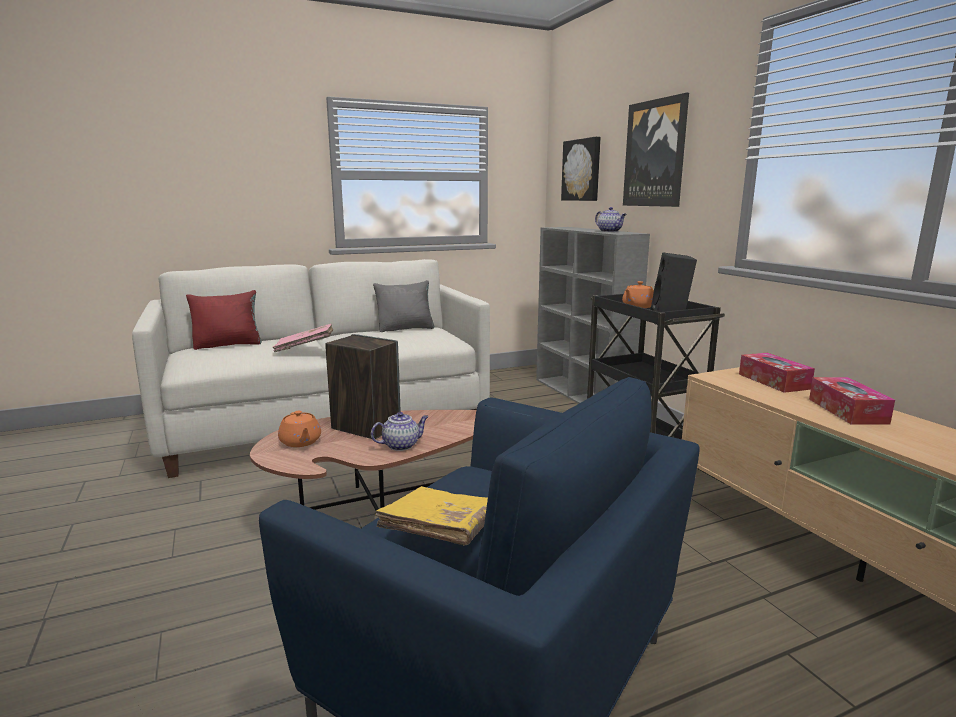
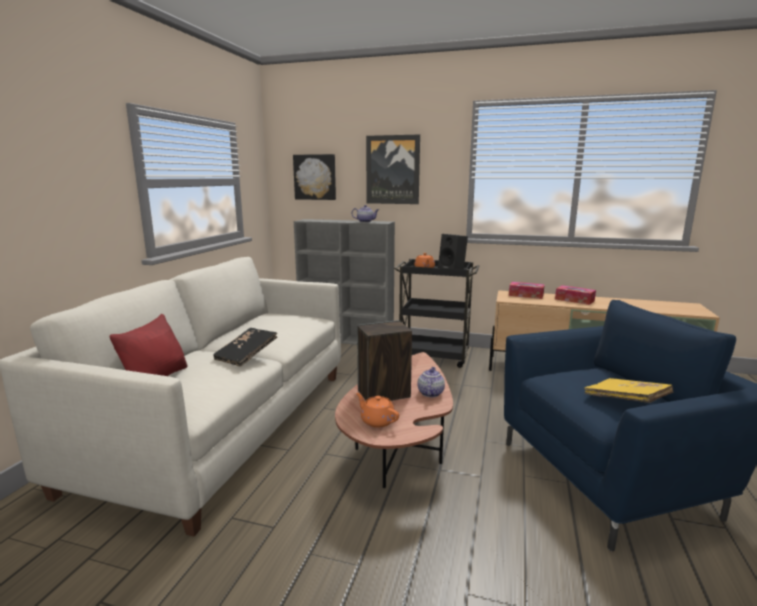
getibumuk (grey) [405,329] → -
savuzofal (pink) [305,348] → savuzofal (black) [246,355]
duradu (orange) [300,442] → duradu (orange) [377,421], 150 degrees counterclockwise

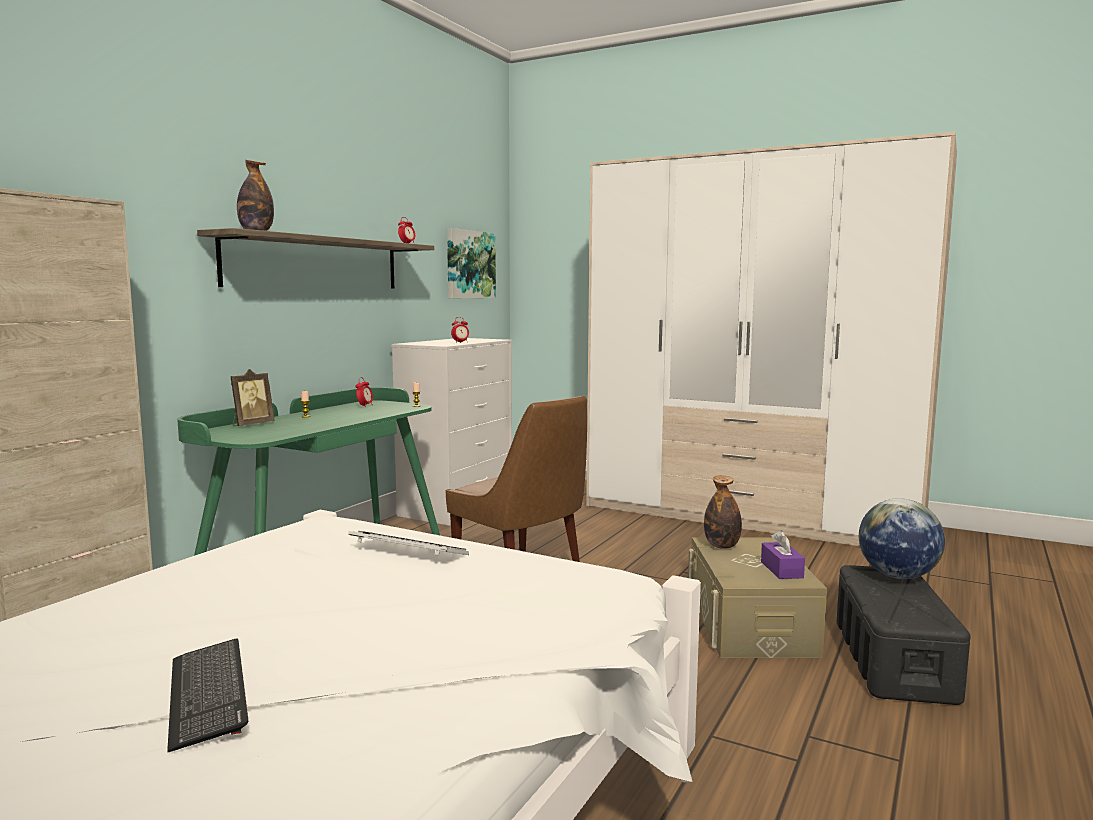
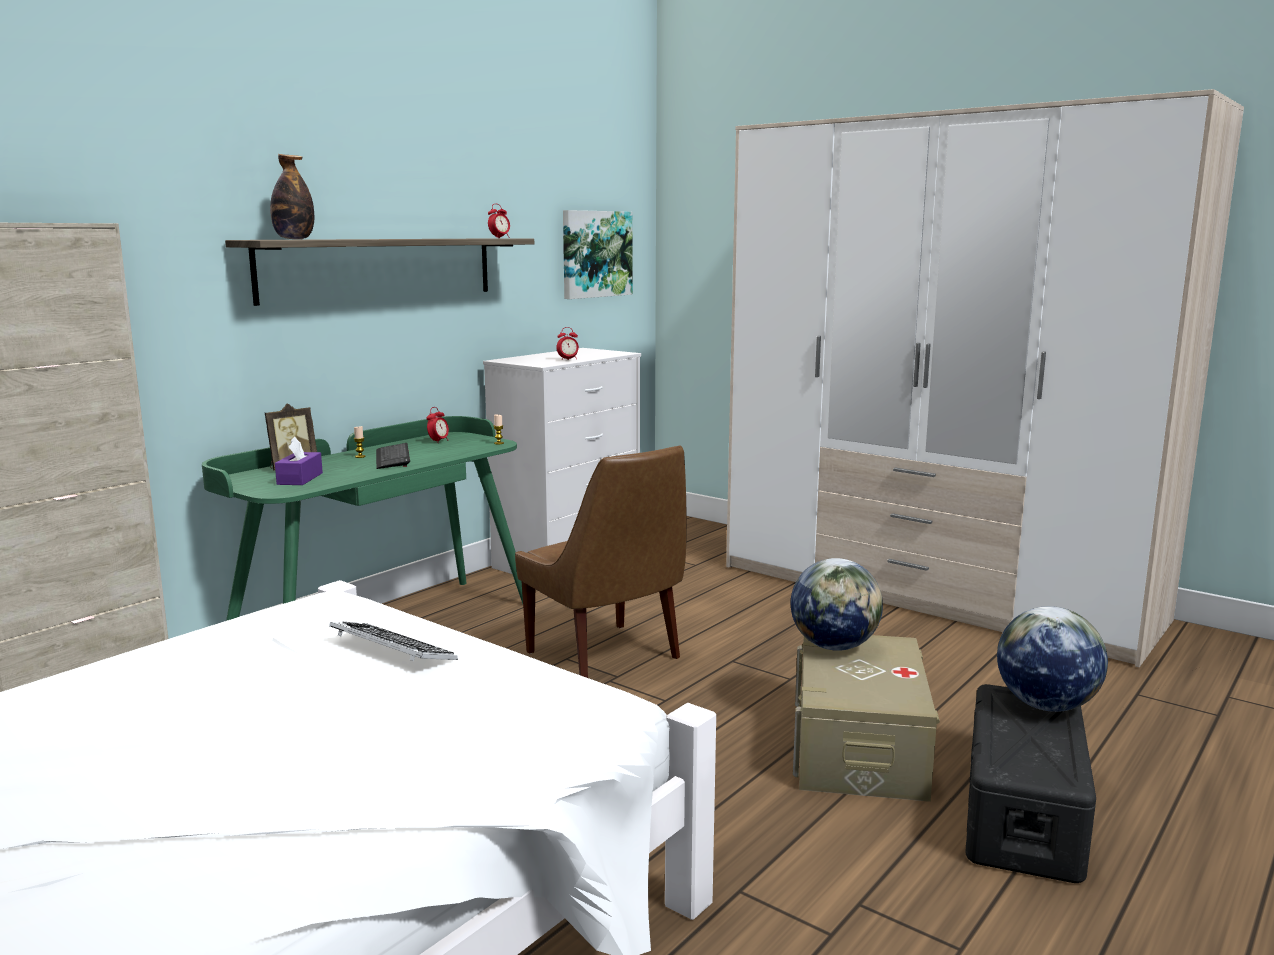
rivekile [722,546] → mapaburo [834,646]
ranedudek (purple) [781,570] → ranedudek (purple) [300,479], moved
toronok [207,694] → toronok [392,458], moved

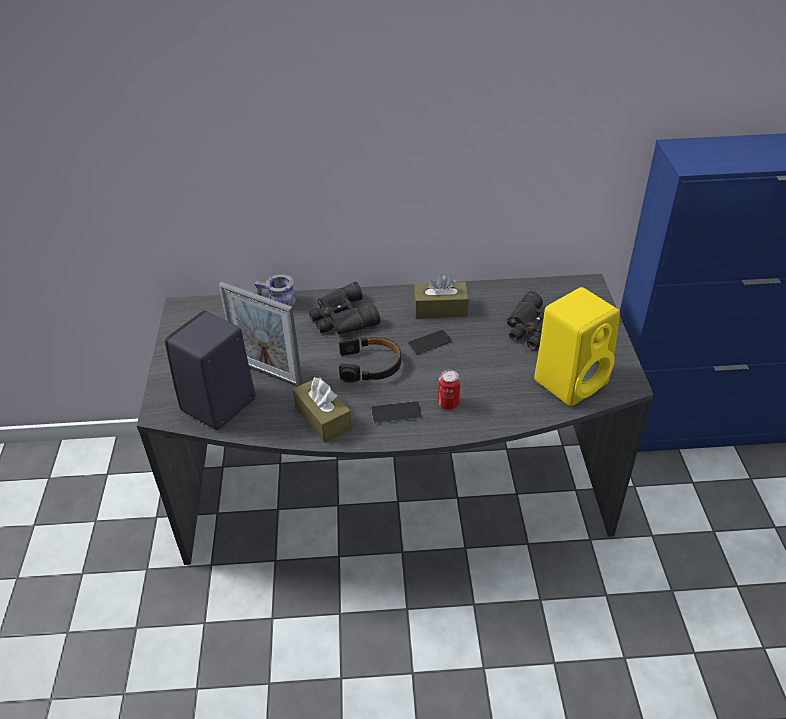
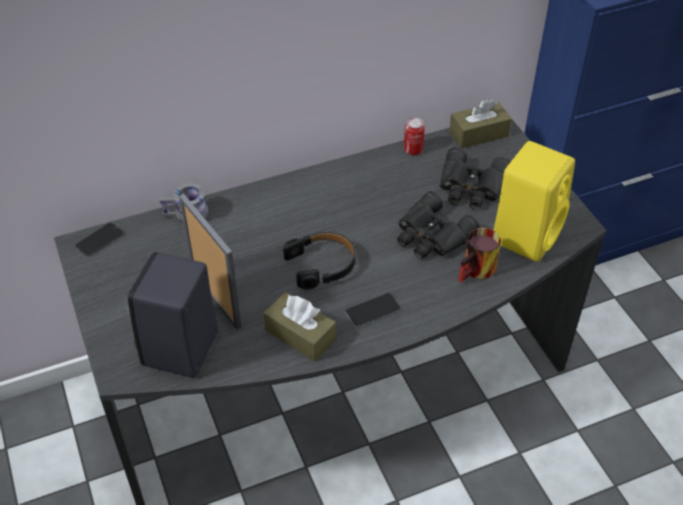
ranedudek (brown) [440,309] → ranedudek (brown) [478,134], moved
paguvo [267,373] → paguvo [216,299], 135 degrees counterclockwise
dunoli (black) [341,318] → dunoli (black) [431,236], moved
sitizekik [429,343] → sitizekik [99,240], moved
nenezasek [448,403] → nenezasek [413,150], moved
- → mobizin [478,271]

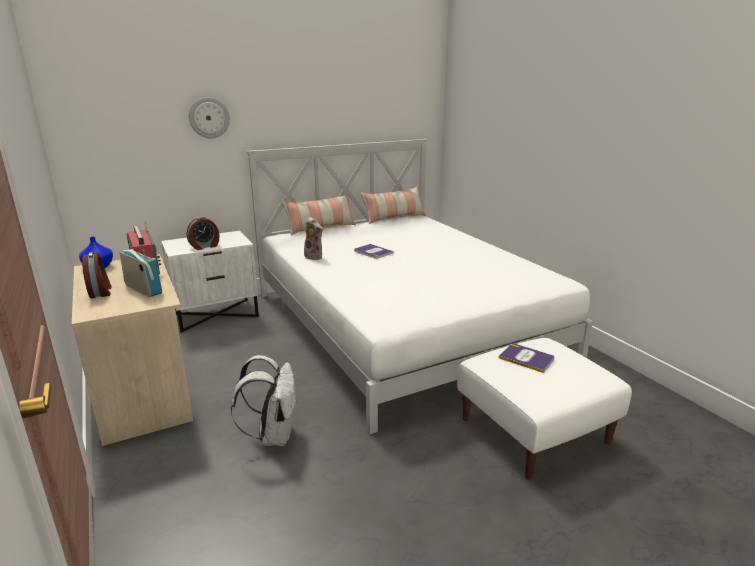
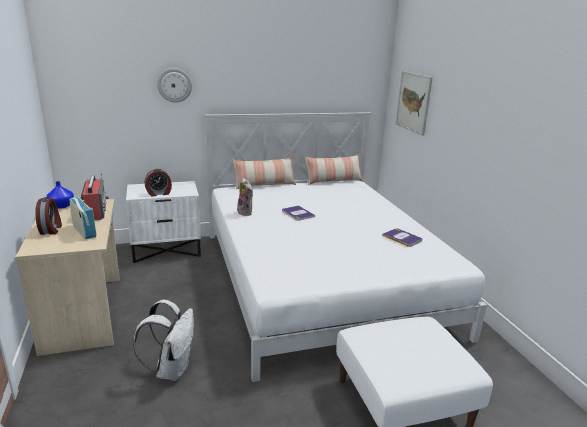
savuzofal [526,358] → savuzofal [402,238], moved
- → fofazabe [413,102]

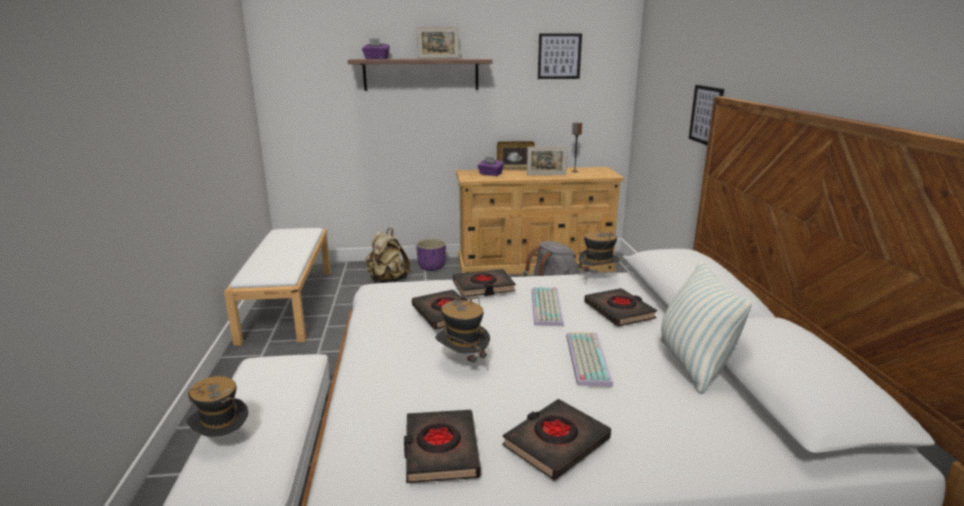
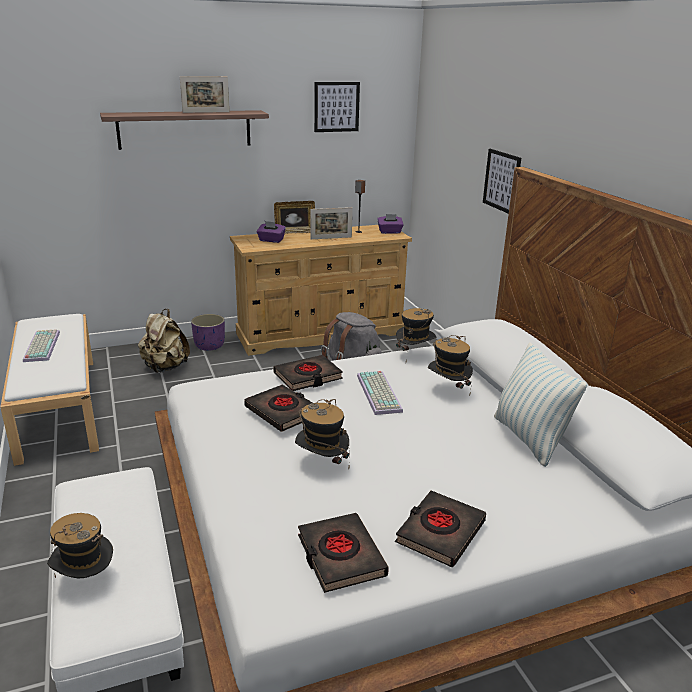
ranedudek (purple) [376,59] → ranedudek (purple) [389,232], moved
savuzofal (black) [619,311] → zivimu [447,390]
toronok [585,358] → toronok [41,346], moved

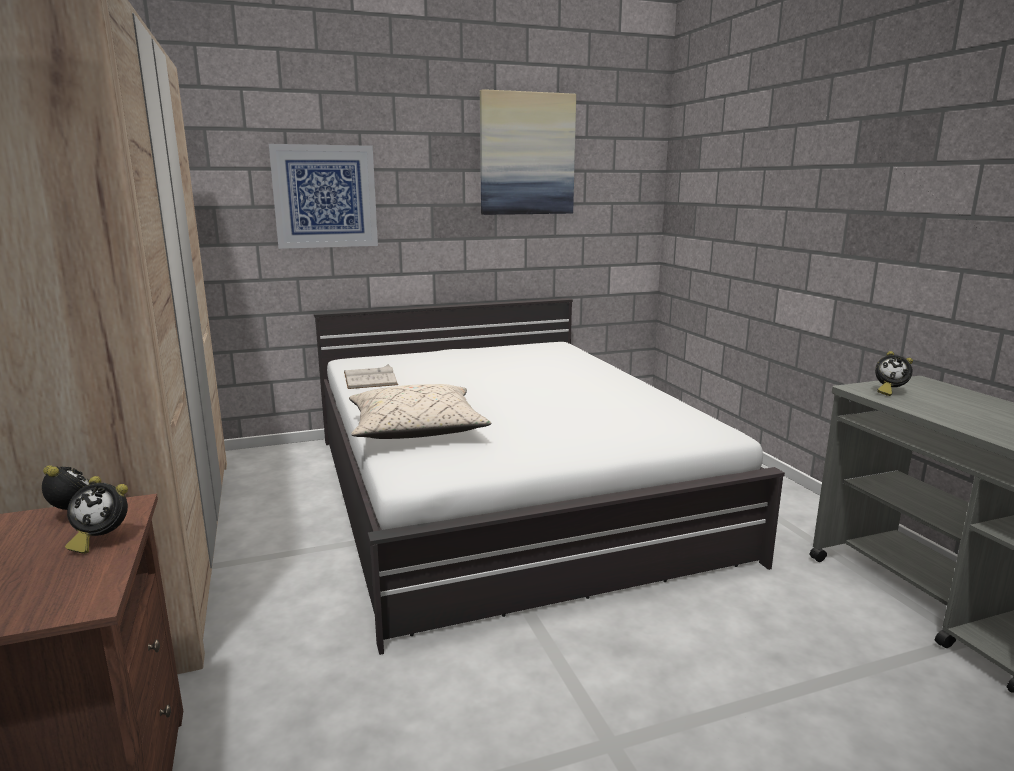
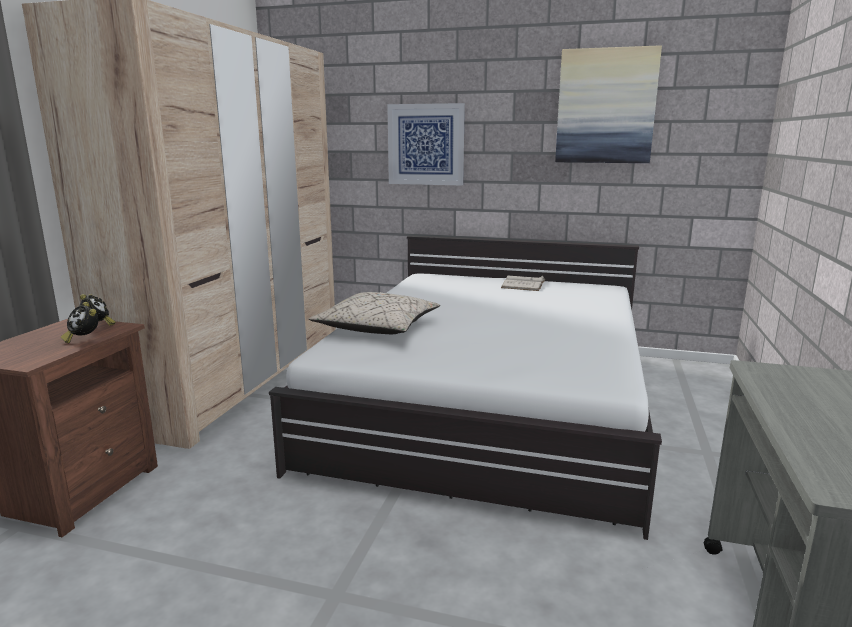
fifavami [888,391] → -
savuzofal (white) [370,378] → savuzofal (white) [523,284], moved

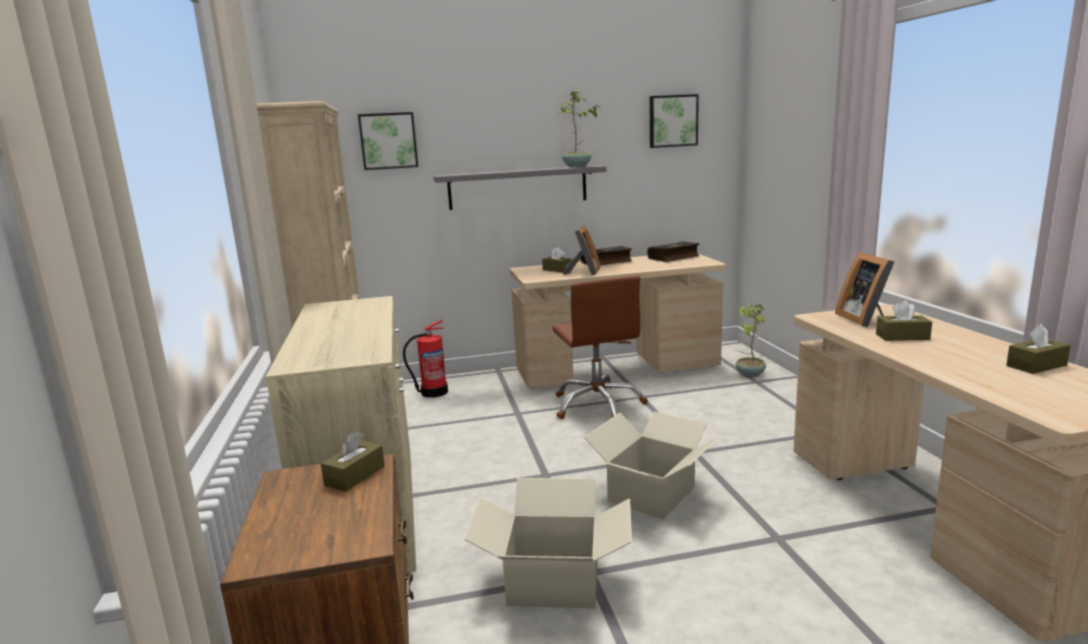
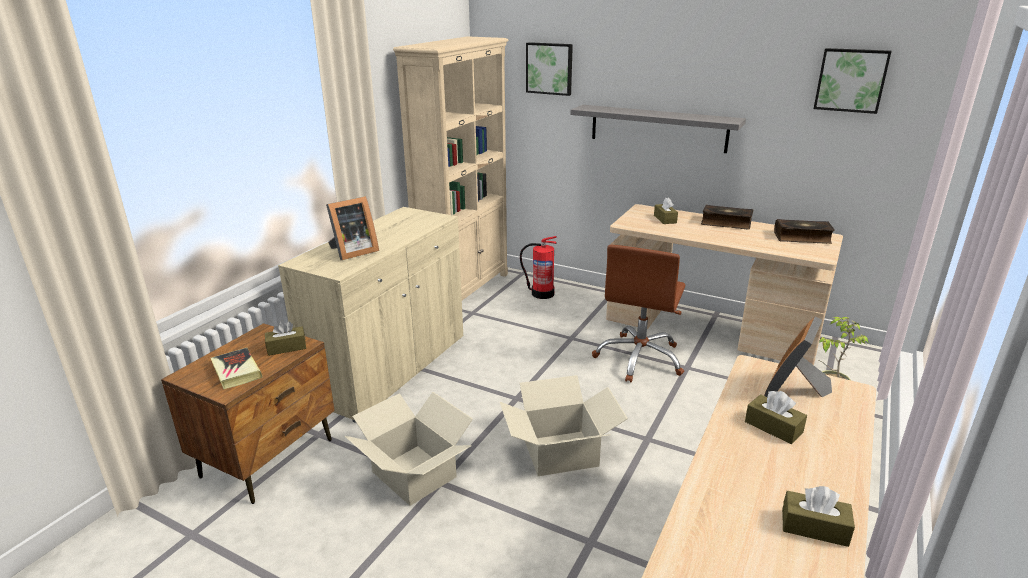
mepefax [577,166] → -
paguvo [584,272] → paguvo [352,252], moved
- → savuzofal [236,372]

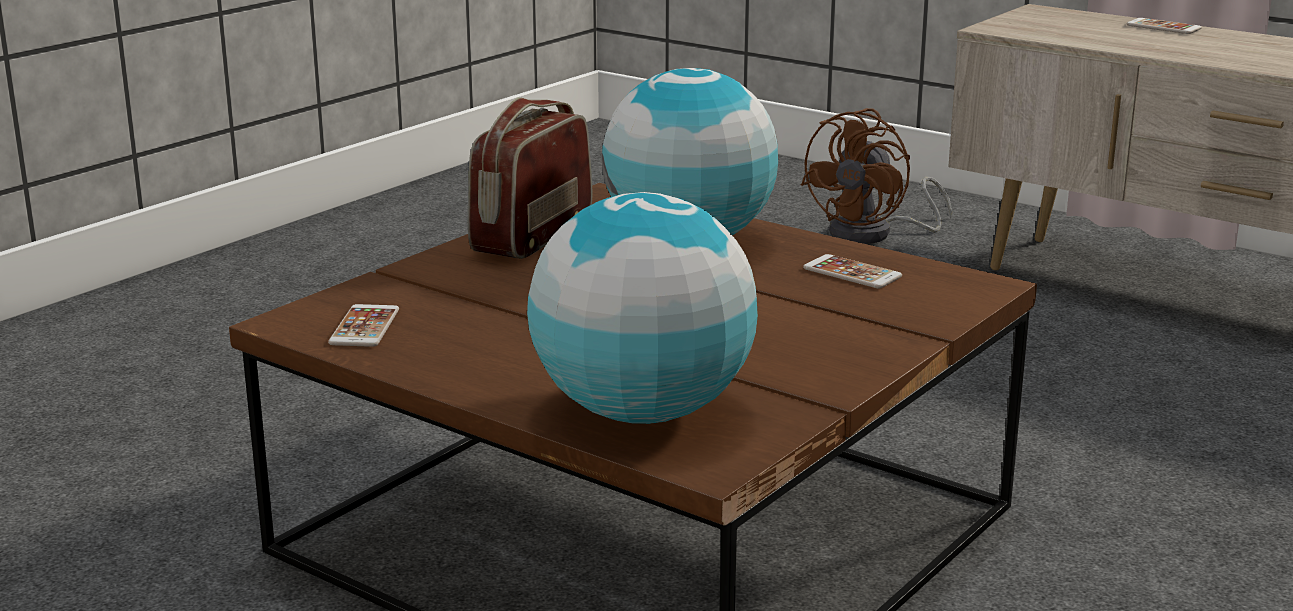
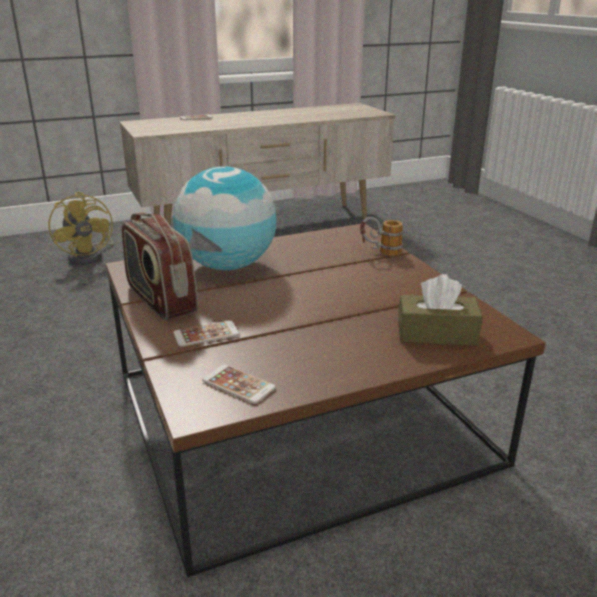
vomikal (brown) [873,234] → vomikal (yellow) [90,256]
mapaburo [642,412] → ranedudek (brown) [436,334]
sitizekik [852,273] → sitizekik [206,334], moved
- → mobizin [380,252]

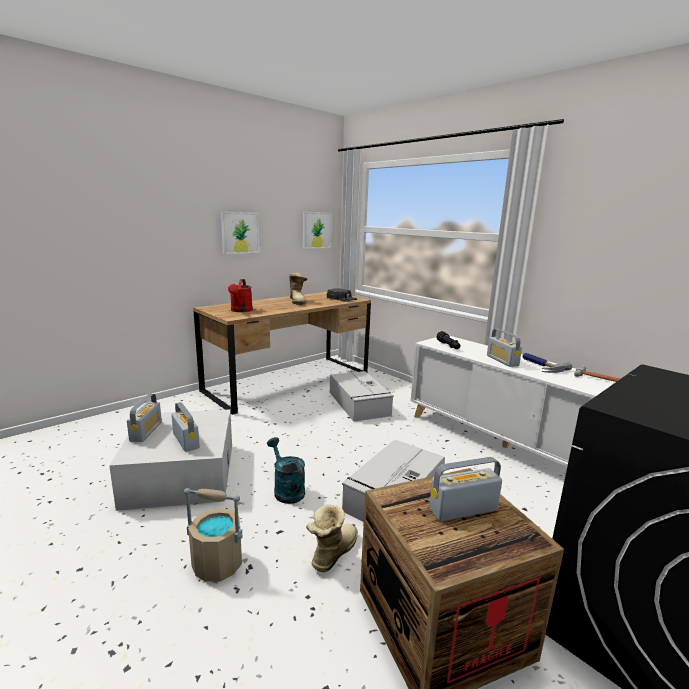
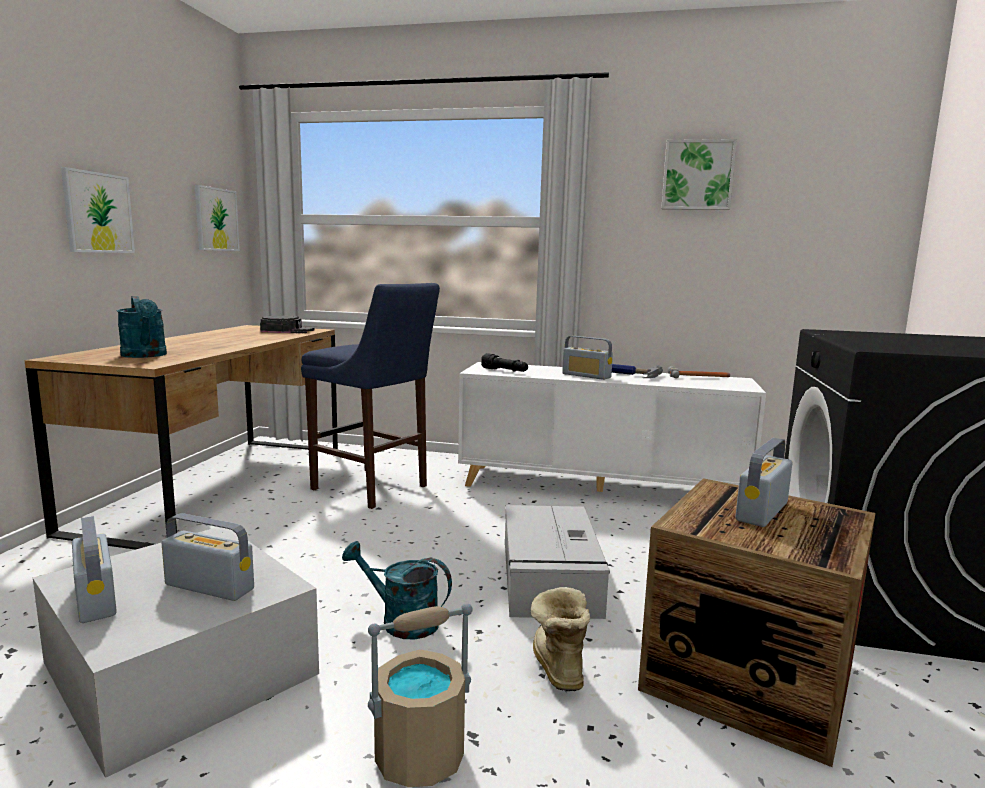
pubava [298,301] → -
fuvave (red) [240,311] → fuvave (turquoise) [145,355]
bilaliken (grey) [359,404] → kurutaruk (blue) [373,489]
- → fofazabe [697,175]

